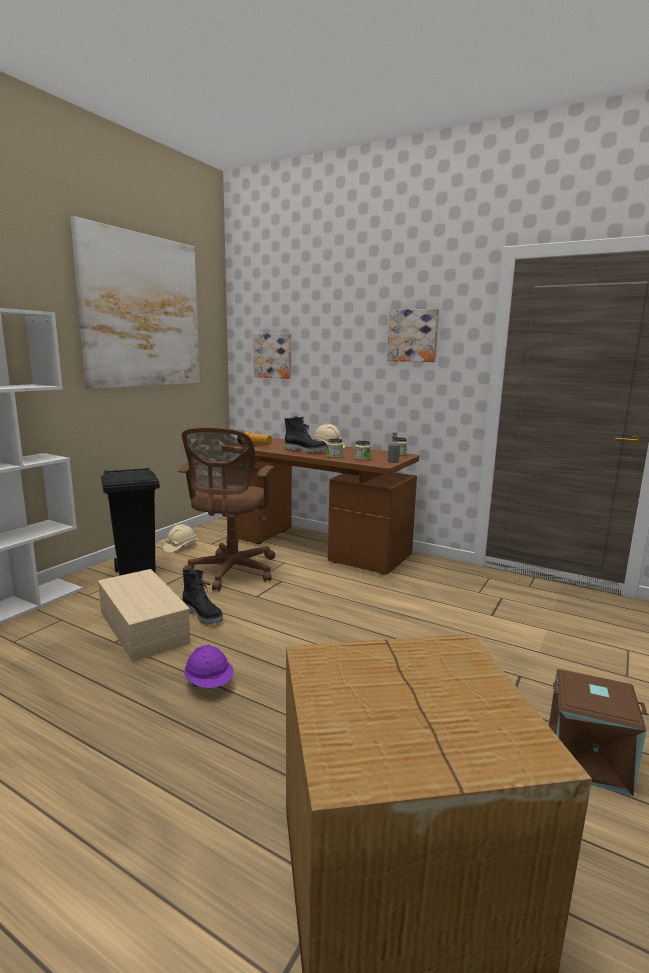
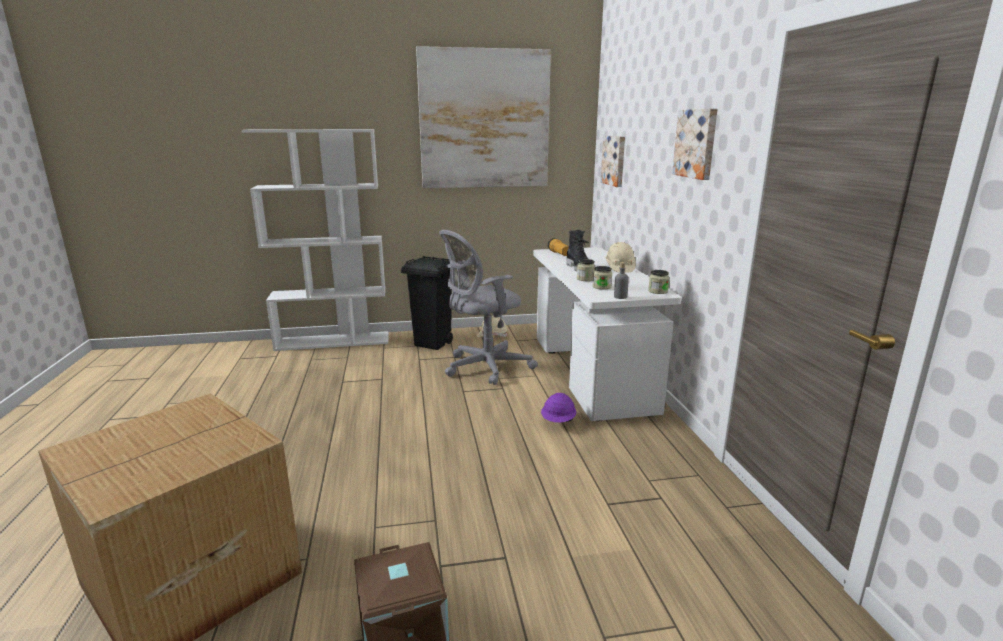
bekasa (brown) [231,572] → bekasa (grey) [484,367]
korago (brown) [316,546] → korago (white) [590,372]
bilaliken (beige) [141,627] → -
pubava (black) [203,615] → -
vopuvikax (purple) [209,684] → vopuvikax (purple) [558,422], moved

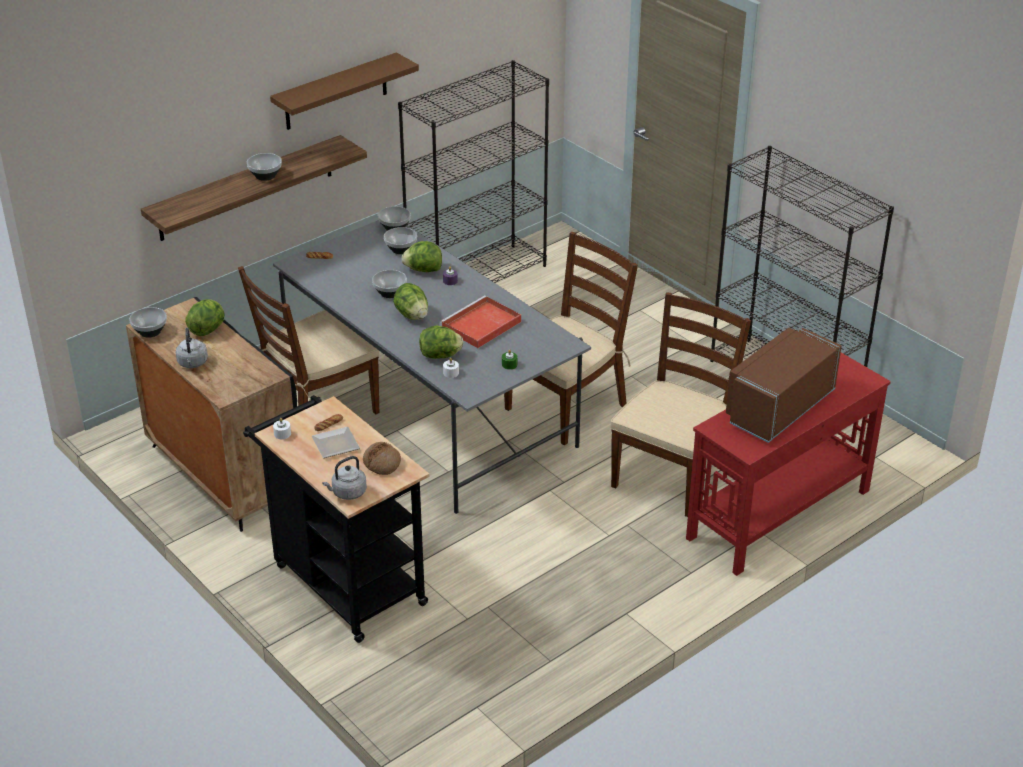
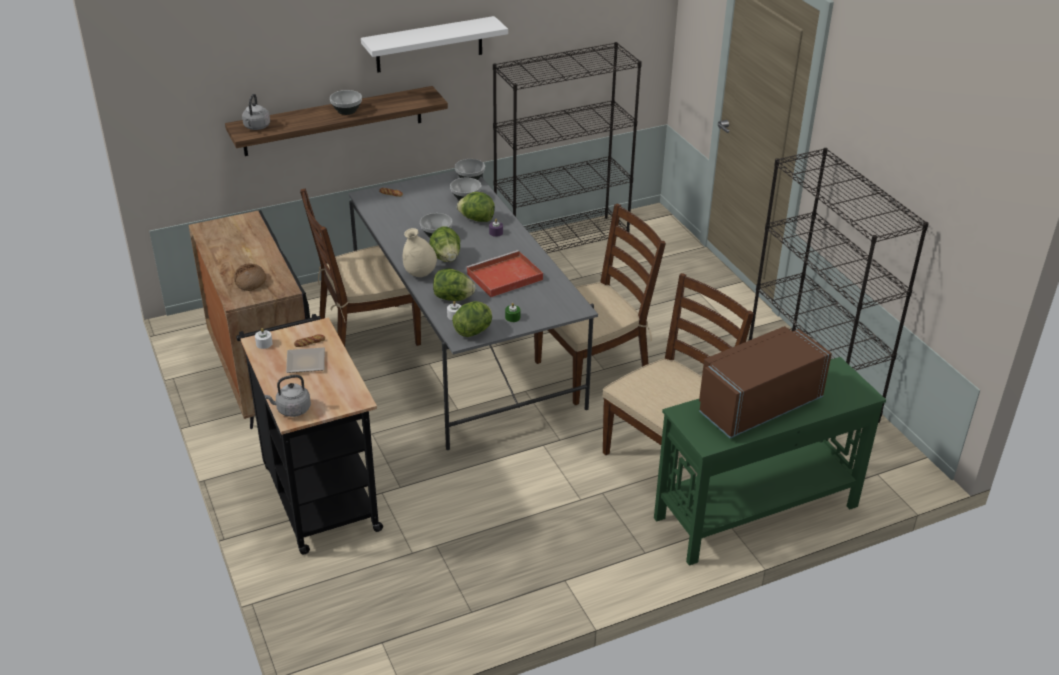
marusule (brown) [336,92] → marusule (white) [429,44]
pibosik [208,329] → pibosik [474,331], moved
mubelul [150,331] → -
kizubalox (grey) [192,363] → kizubalox (grey) [256,127], moved
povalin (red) [777,514] → povalin (green) [755,512]
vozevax [382,463] → vozevax [250,281], moved
- → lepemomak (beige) [420,274]

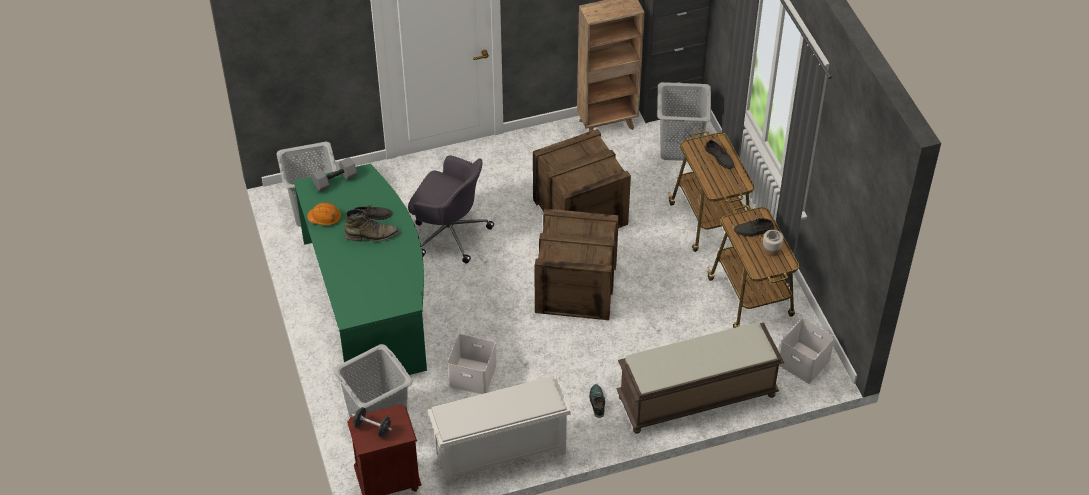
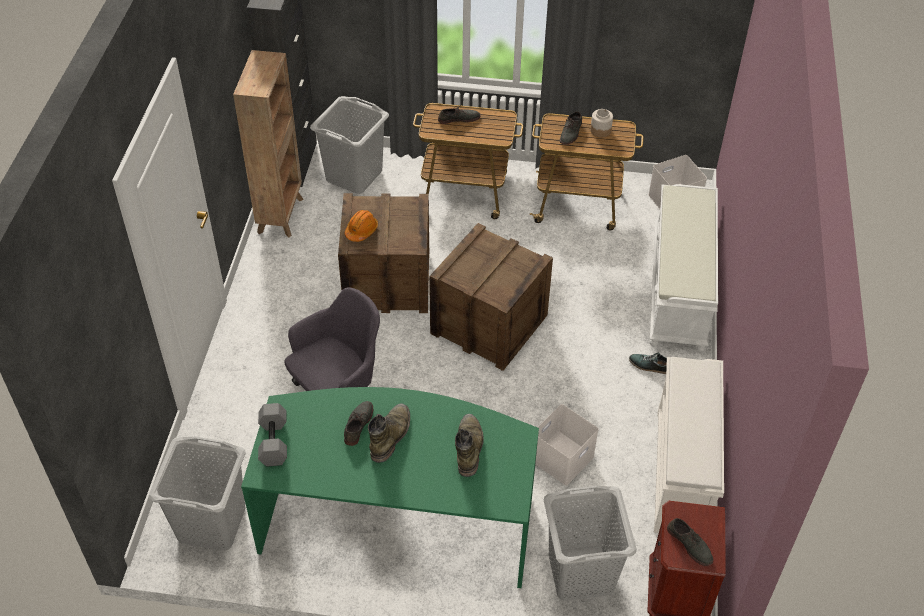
vopuvikax (orange) [325,218] → vopuvikax (orange) [361,230], moved
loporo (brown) [696,397] → loporo (white) [679,289]
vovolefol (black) [372,428] → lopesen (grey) [690,544]
- → pubava (green) [468,447]

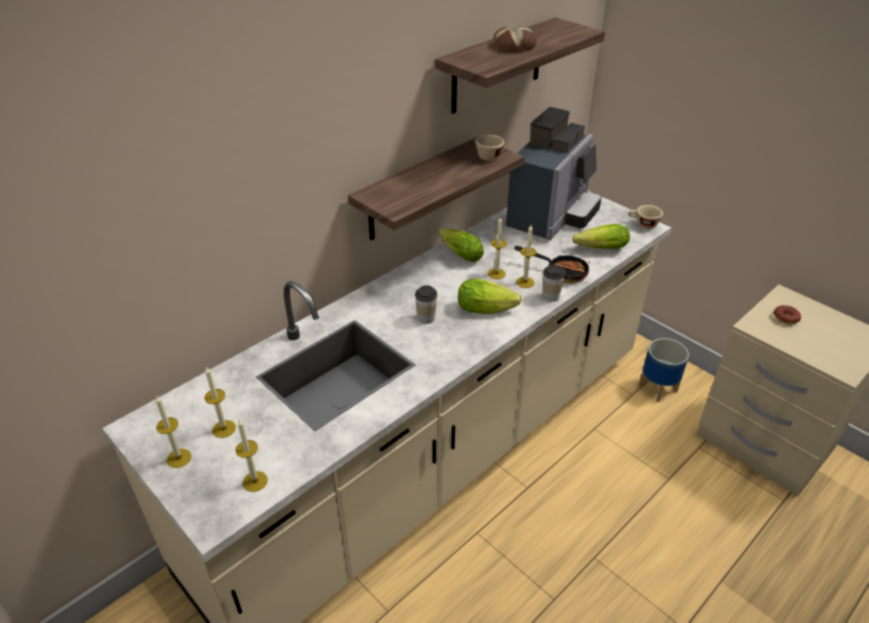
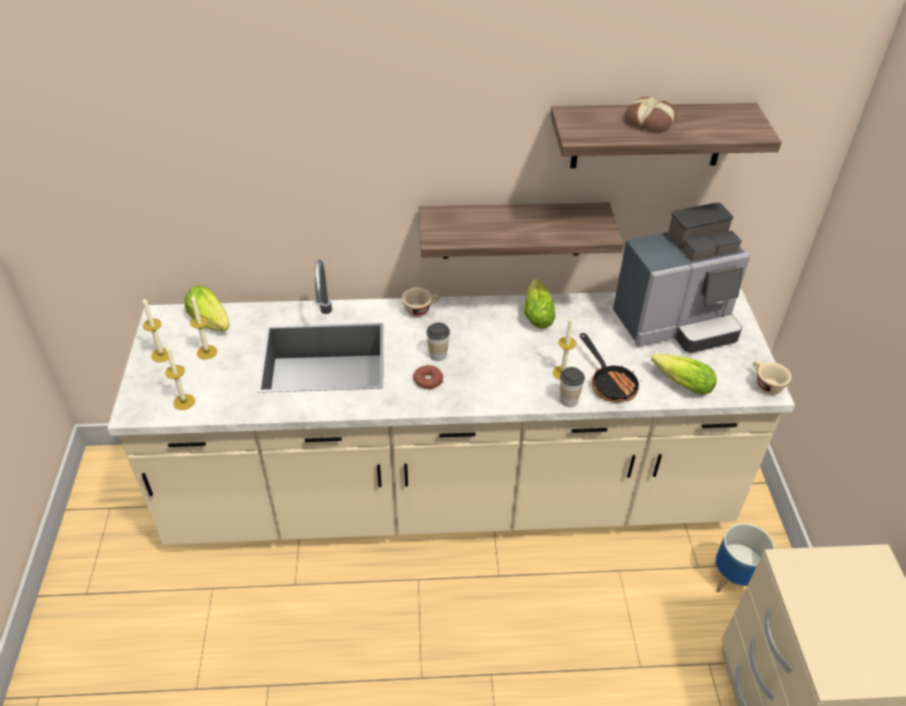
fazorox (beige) [490,155] → fazorox (beige) [421,310], moved
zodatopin [496,273] → -
pibosik [488,309] → pibosik [212,322], moved
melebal [785,318] → melebal [428,381], moved

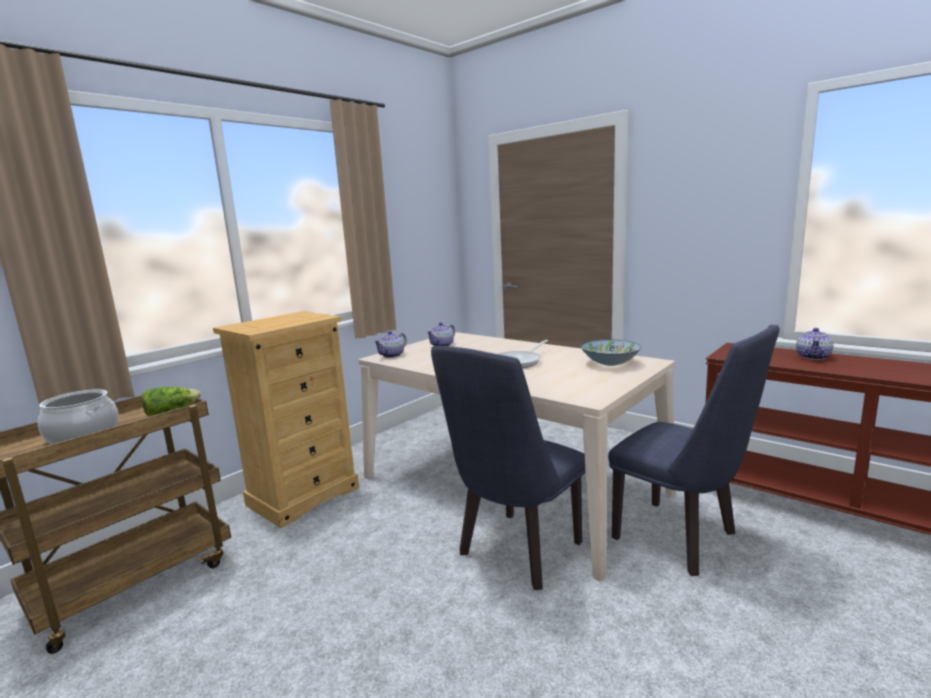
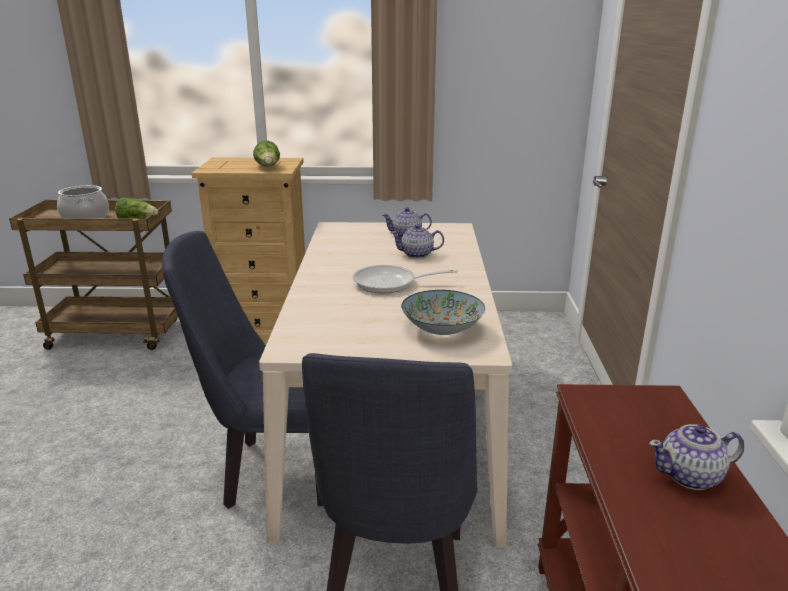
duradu [392,355] → duradu [417,254], moved
- → pibosik [268,167]

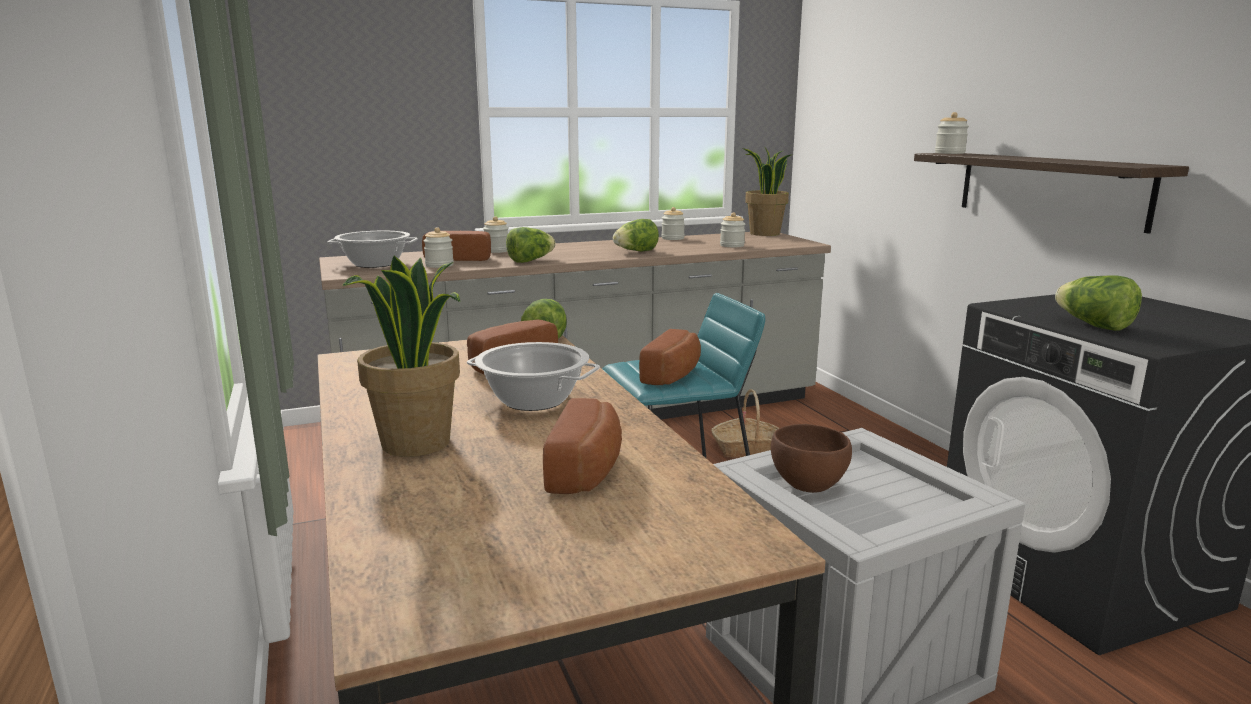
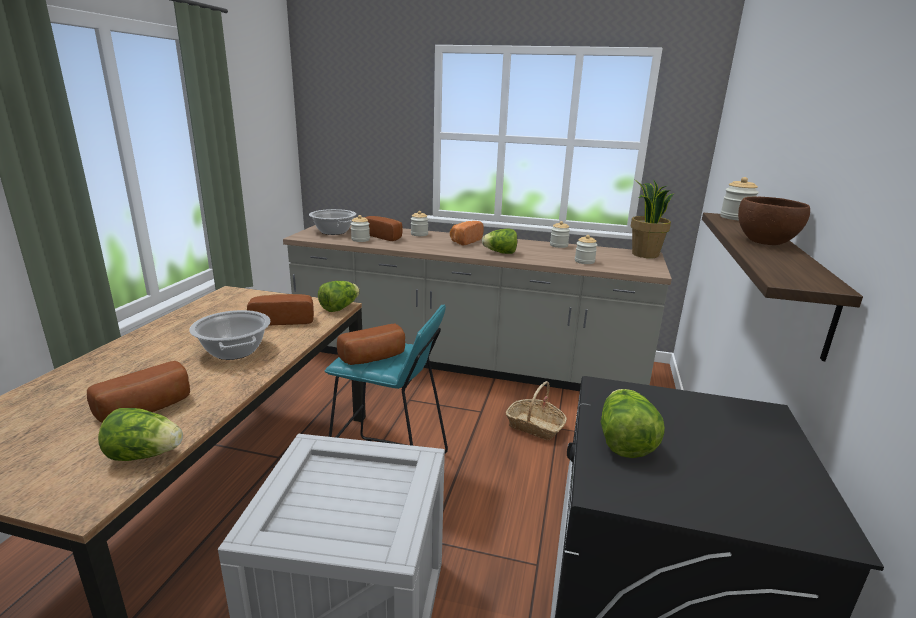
pibosik [530,261] → pibosik [145,455], moved
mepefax [417,443] → -
mubelul (brown) [809,485] → mubelul (brown) [766,242], moved
- → vozevax [464,241]

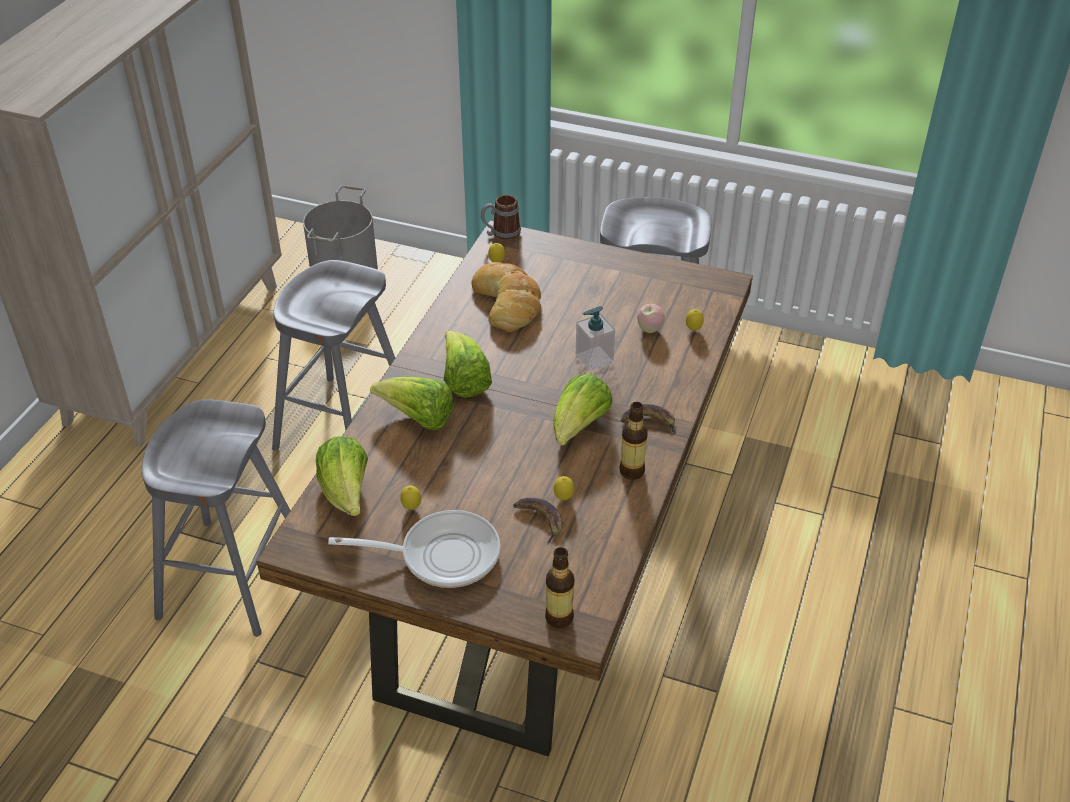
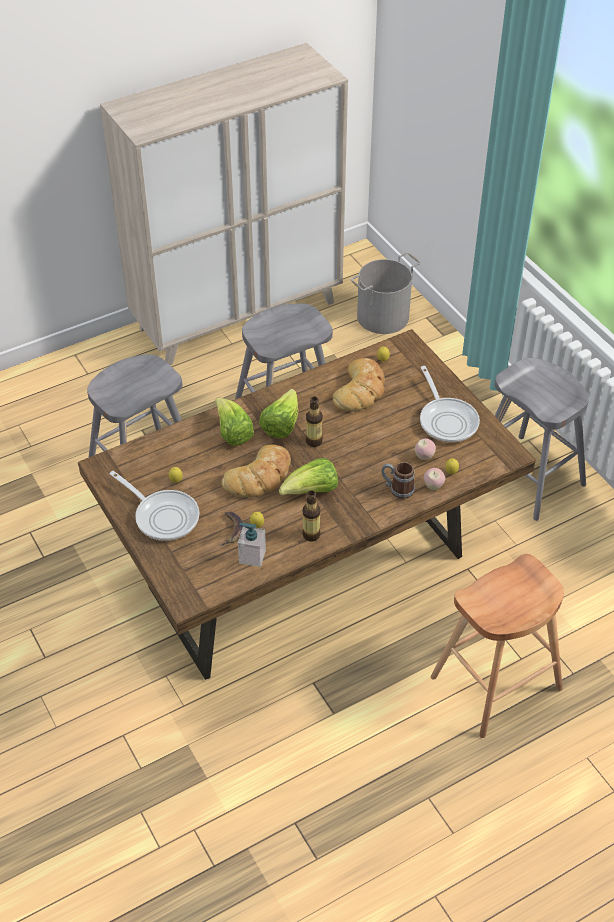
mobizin [501,234] → mobizin [397,489], moved
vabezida [594,358] → vabezida [252,556], moved
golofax [648,422] → -
pibosik [346,493] → -
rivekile [559,618] → rivekile [314,441], moved
- → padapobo [447,420]
- → vozevax [260,477]
- → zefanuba [433,486]
- → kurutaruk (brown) [496,682]

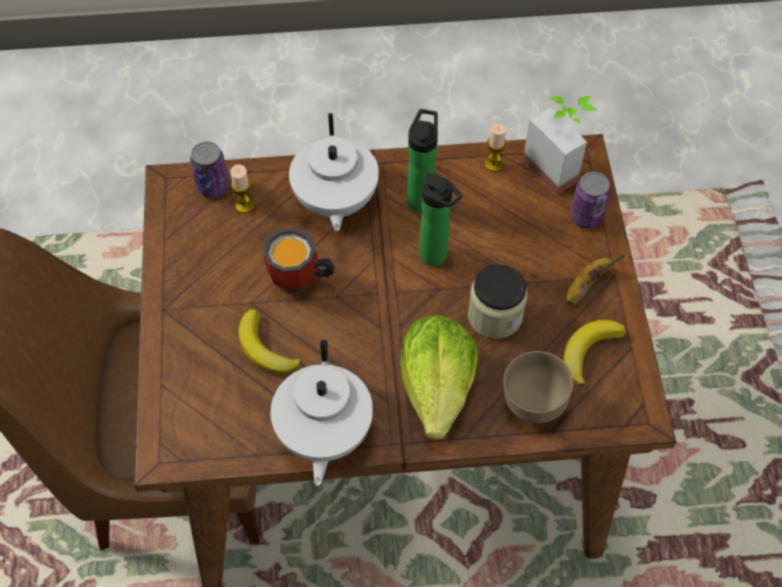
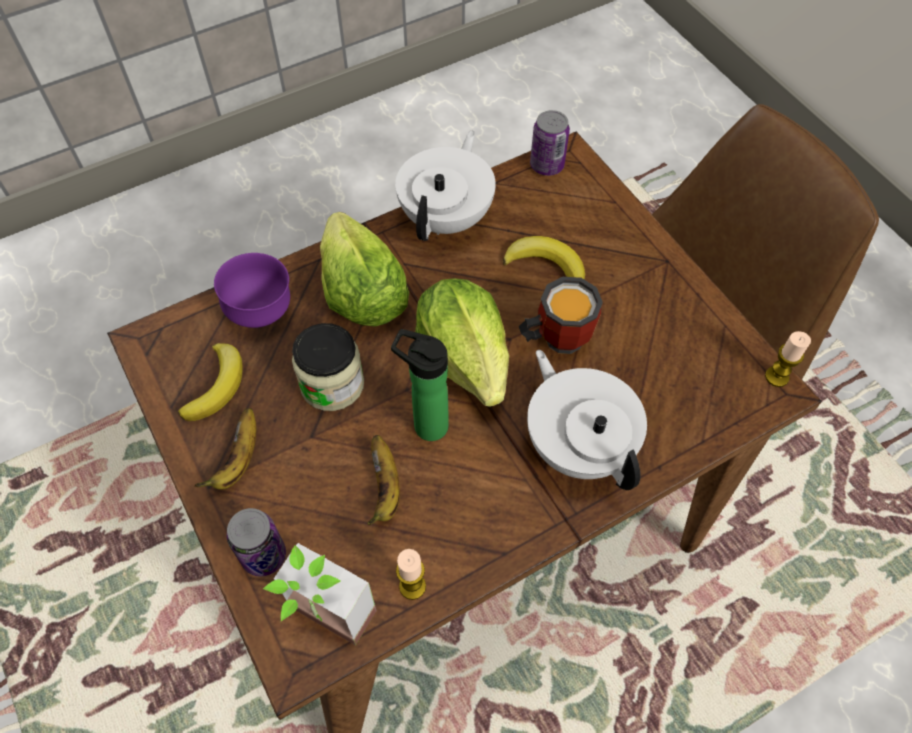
rivekile [421,198] → -
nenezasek [213,187] → nenezasek [547,165], moved
zodatopin [245,205] → zodatopin [776,376], moved
duradu (white) [323,433] → duradu (white) [447,217], 45 degrees clockwise
mubelul (brown) [532,404] → mubelul (purple) [261,312]
- → pibosik [466,358]
- → golofax [385,488]

